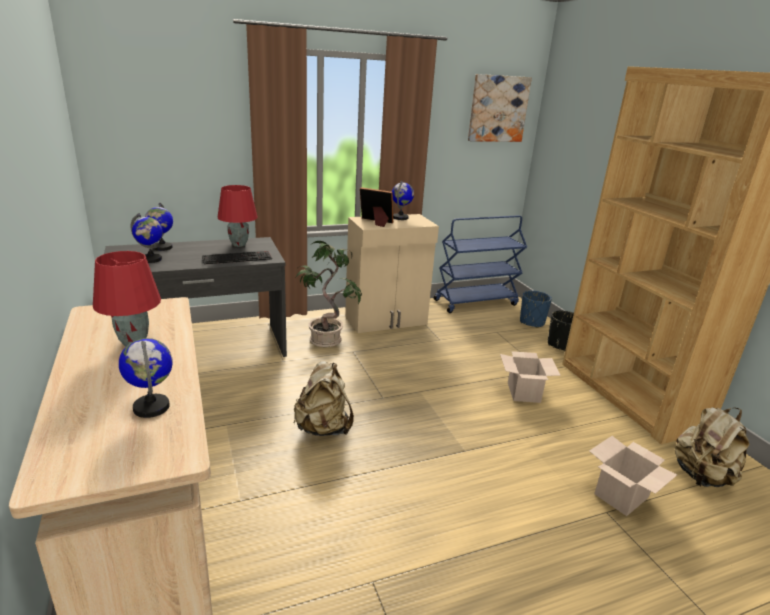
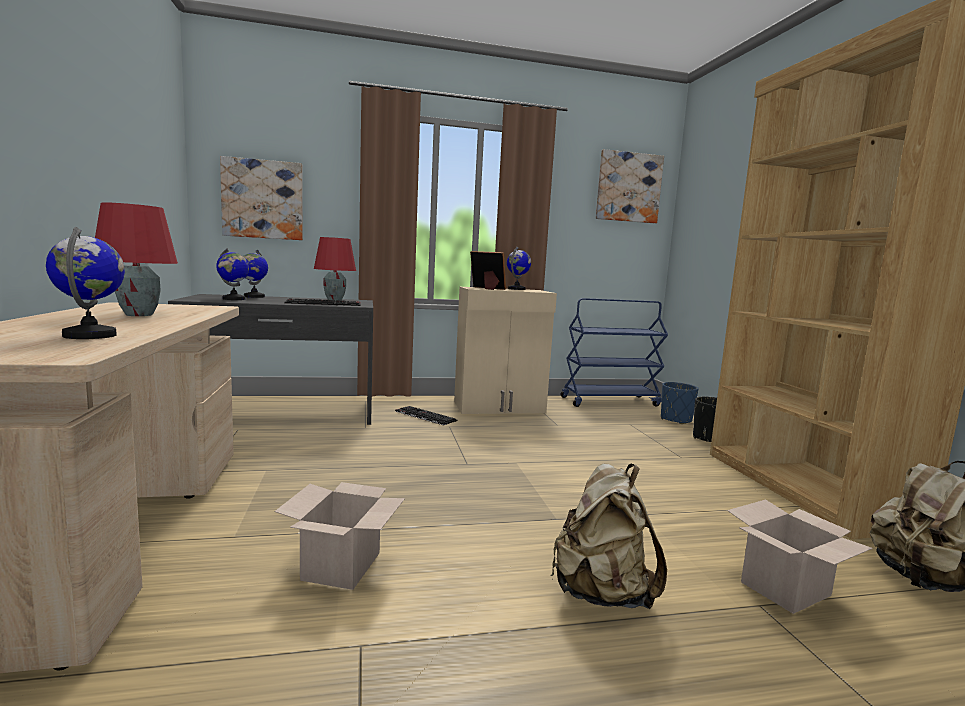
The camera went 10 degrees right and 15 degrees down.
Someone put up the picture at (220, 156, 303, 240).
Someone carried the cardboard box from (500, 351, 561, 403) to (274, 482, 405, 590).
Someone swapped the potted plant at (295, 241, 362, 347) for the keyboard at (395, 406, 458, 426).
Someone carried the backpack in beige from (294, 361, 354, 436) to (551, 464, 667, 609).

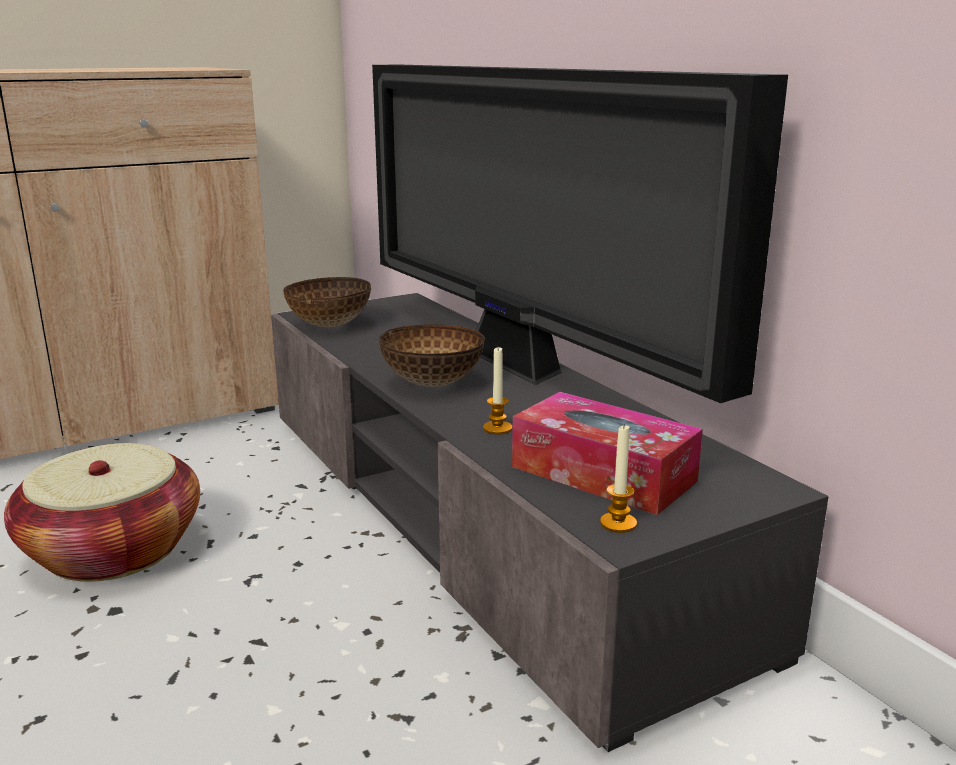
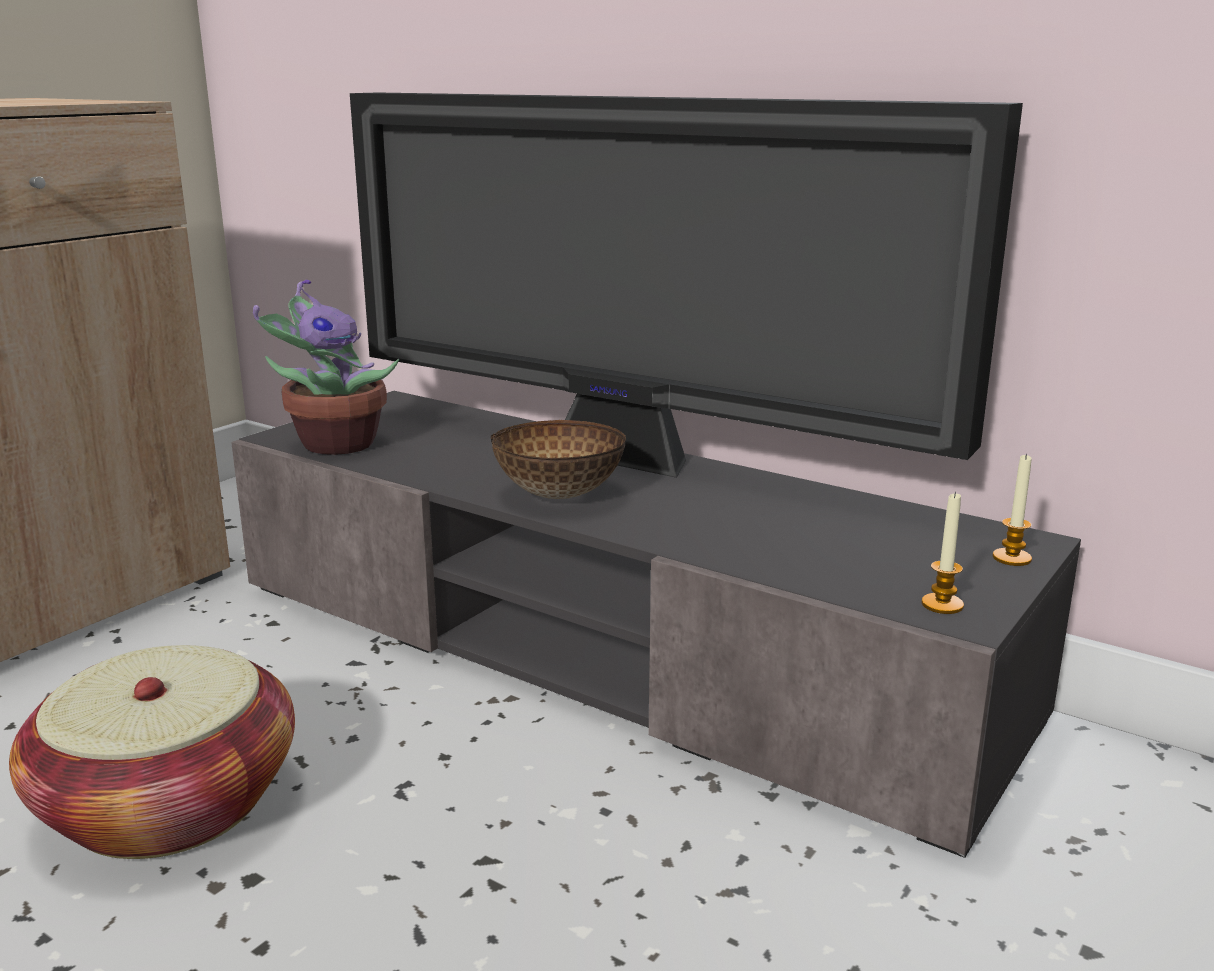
The camera went 25 degrees left and 0 degrees up.
Someone swapped the bowl at (283, 277, 371, 327) for the potted plant at (253, 280, 399, 455).
Someone carried the candle from (483, 347, 512, 435) to (993, 453, 1032, 566).
Someone took away the tissue box at (512, 392, 703, 515).

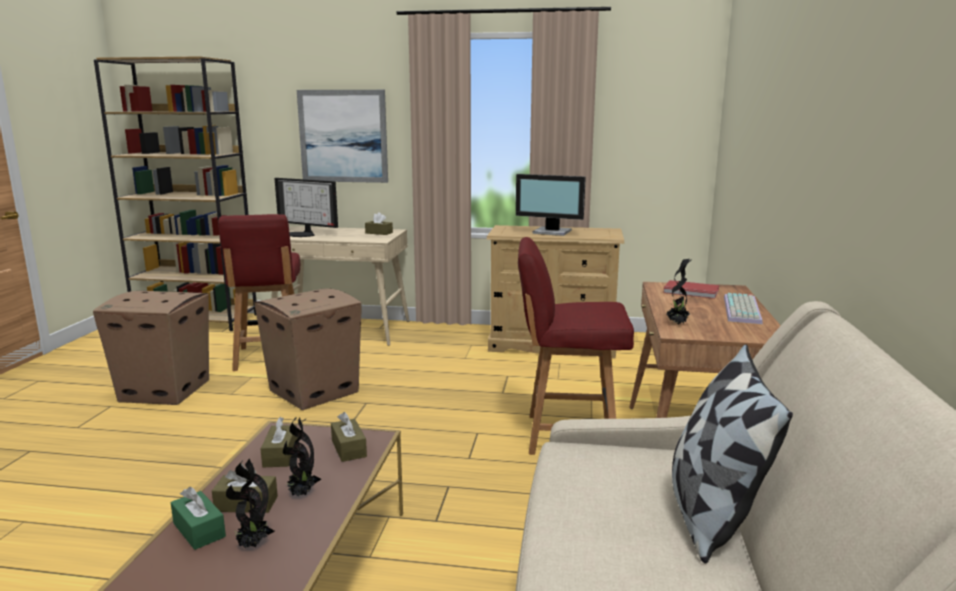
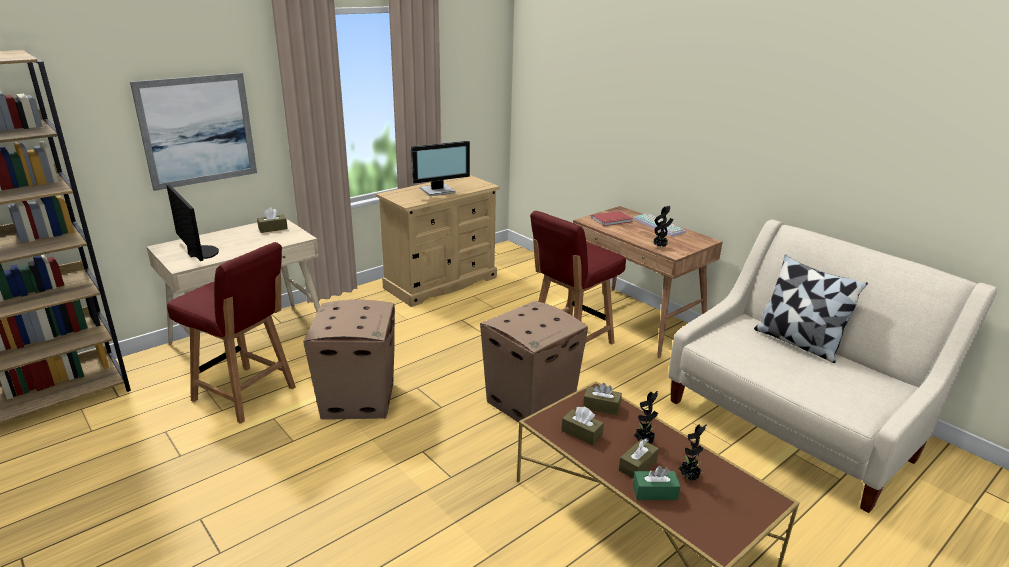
The camera went 50 degrees left and 10 degrees up.
Someone rotated the monitor at (275, 178, 338, 237) by 105 degrees counterclockwise.
Someone carried the cardboard box from (93, 291, 209, 405) to (480, 301, 588, 423).

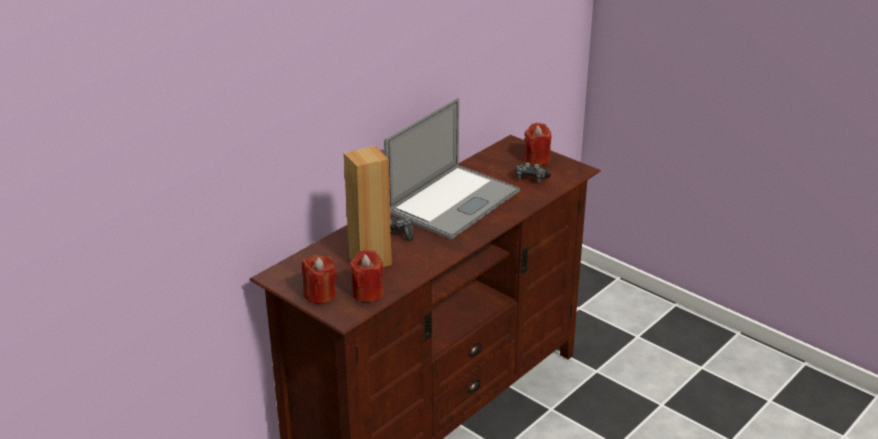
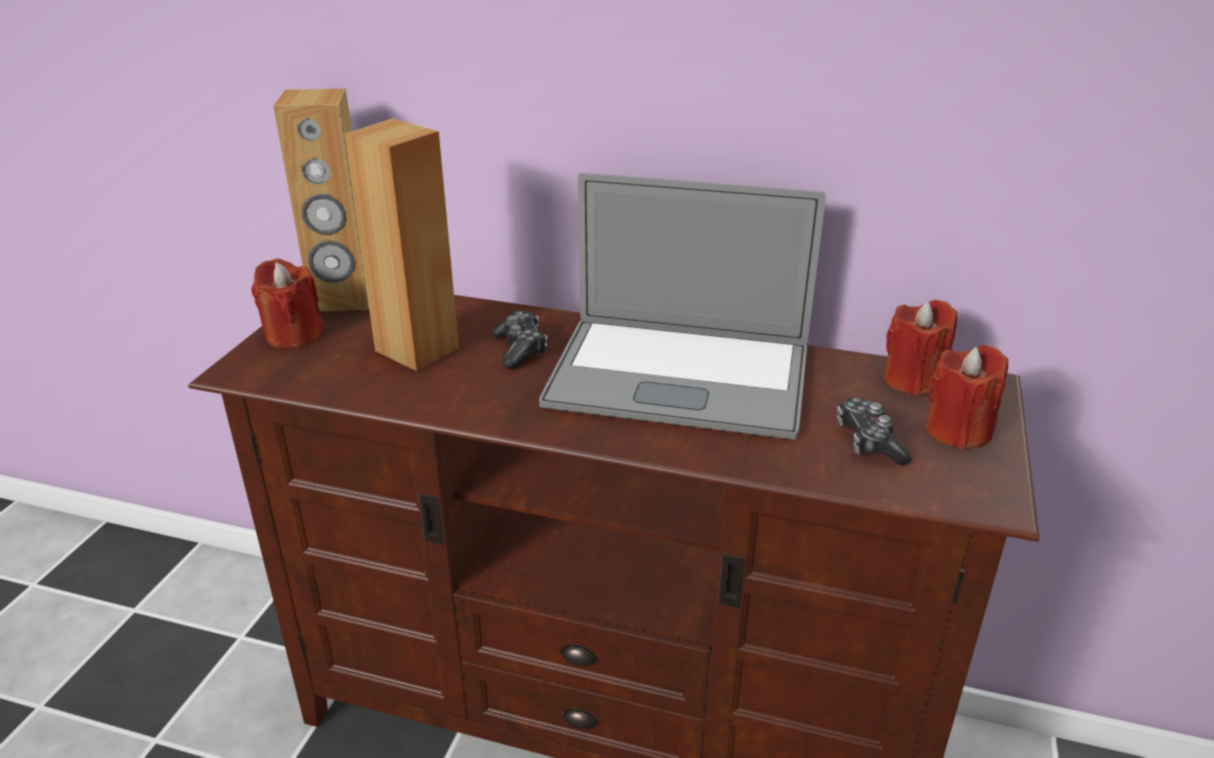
The camera went 65 degrees right and 0 degrees up.
Someone put down the speaker in brown at (273, 89, 369, 311).
Someone carried the candle in red from (350, 249, 384, 302) to (884, 300, 957, 396).

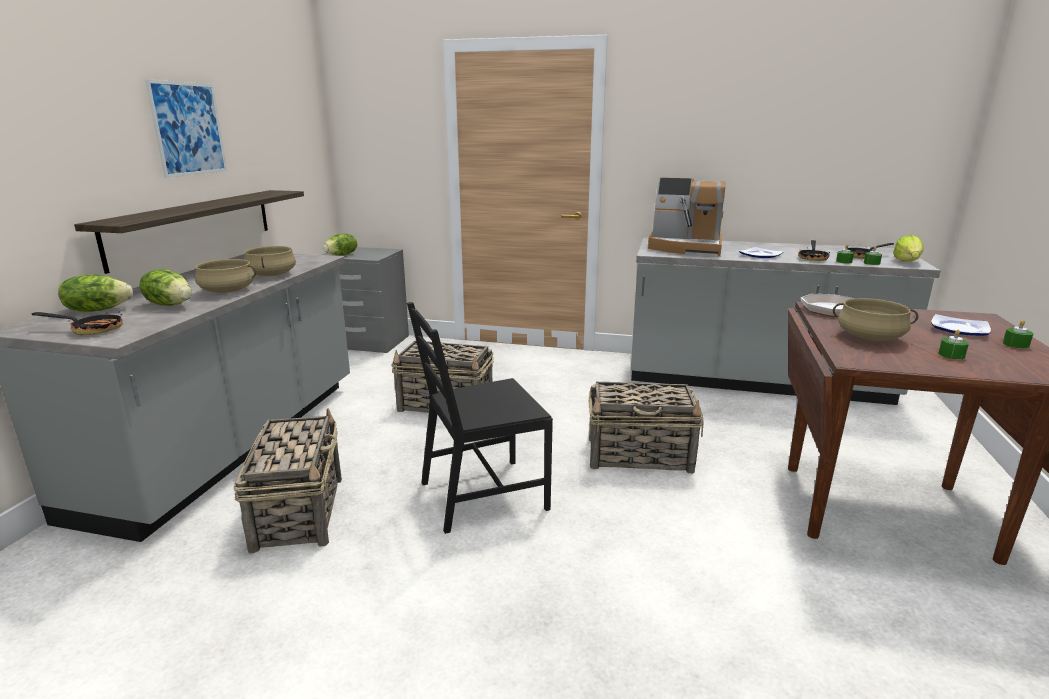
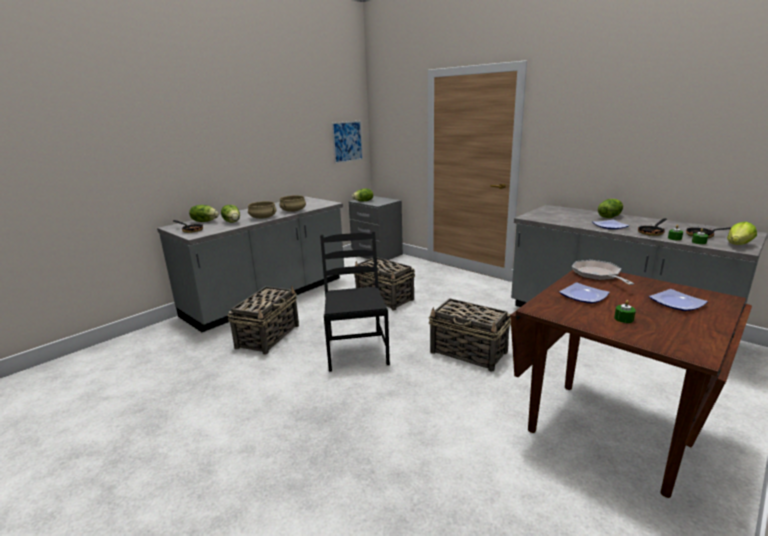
The camera went 30 degrees right and 0 degrees up.
Someone rotated the chair in black at (407, 302, 553, 534) by 75 degrees clockwise.
Someone carried the picture from (145, 79, 227, 178) to (332, 121, 363, 164).
Someone swapped the cooking pot in beige at (833, 298, 918, 341) for the plate at (559, 283, 610, 304).
Someone put down the lettuce at (598, 199, 623, 218).
Someone took away the shelf at (74, 190, 304, 274).
Someone took away the coffee machine at (648, 177, 725, 257).
Someone took away the candle in green at (1003, 320, 1033, 349).

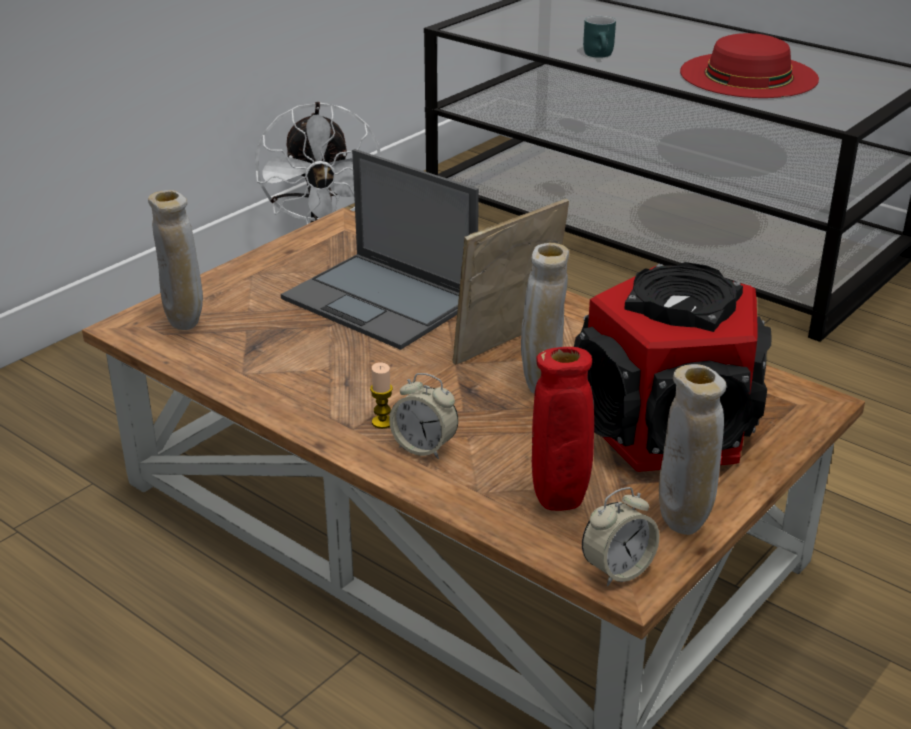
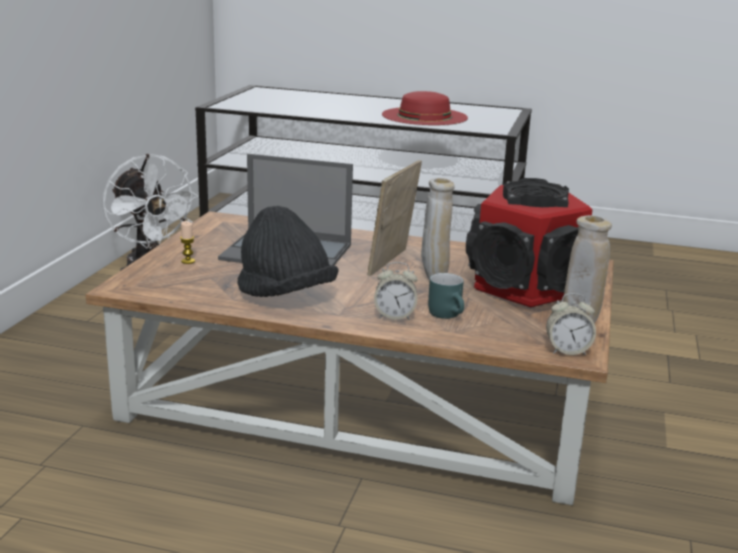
The camera went 25 degrees left and 10 degrees down.
Someone carried the candle from (370, 363, 393, 429) to (180, 221, 195, 264).
Someone put down the hat in black at (238, 206, 338, 297).
Someone carried the mug in turquoise from (583, 16, 616, 58) to (428, 273, 464, 319).
Someone rotated the alarm clock at (582, 487, 659, 587) by 60 degrees clockwise.
Someone took away the vase in beige at (148, 190, 203, 330).
Someone took away the vase in red at (532, 347, 594, 511).

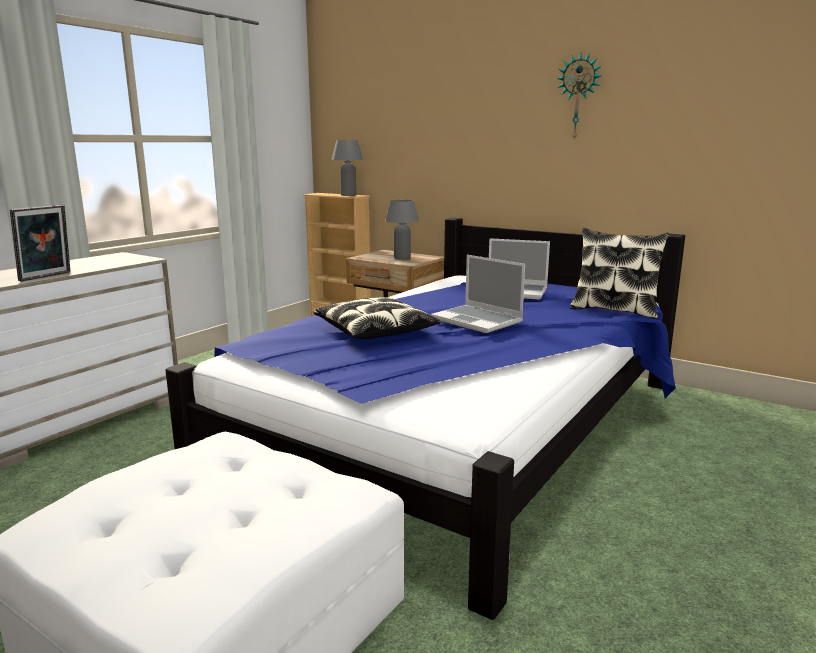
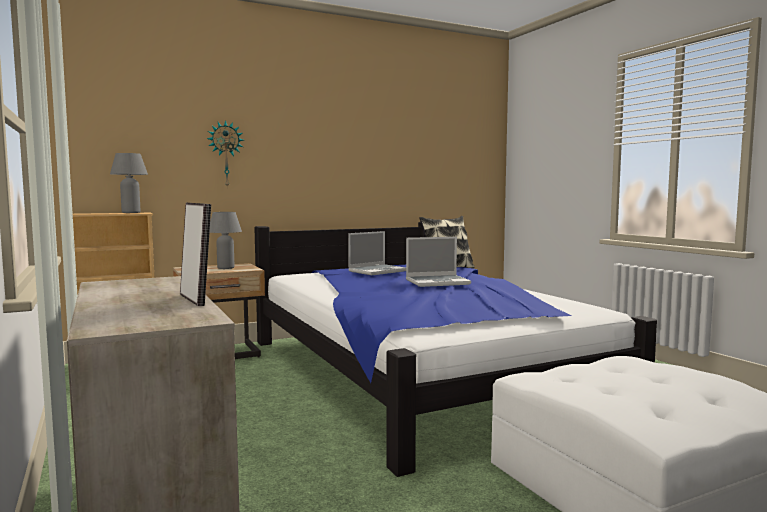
The camera went 60 degrees left and 10 degrees down.
Someone carried the wall clock from (557, 53, 601, 141) to (207, 120, 243, 188).
Someone took away the pillow at (314, 297, 440, 339).

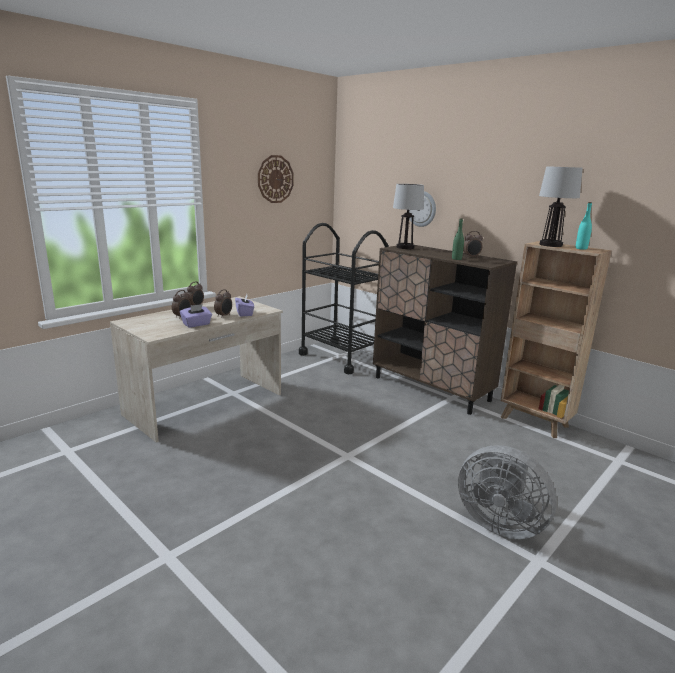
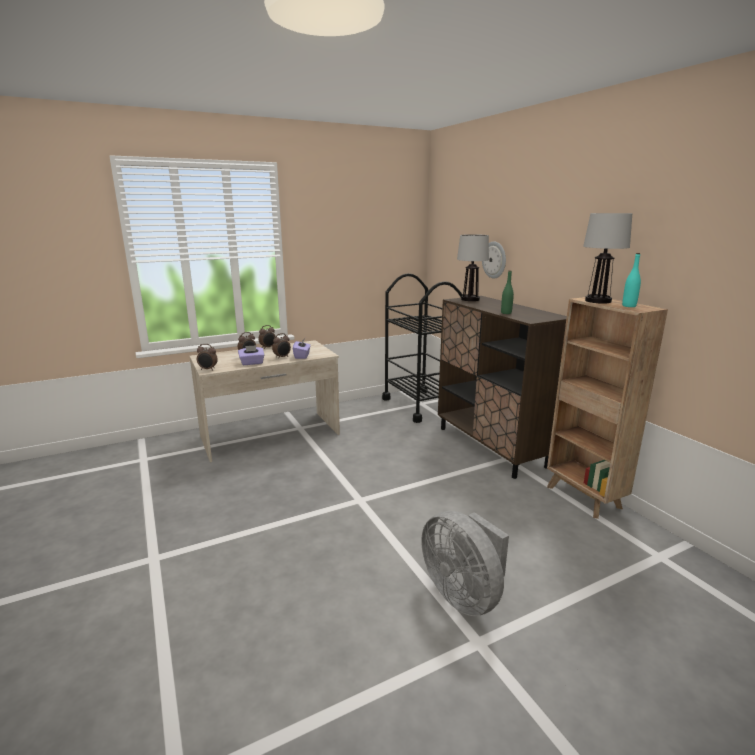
The camera went 20 degrees right and 0 degrees up.
Someone carried the alarm clock from (463, 231, 483, 258) to (197, 344, 218, 370).
Someone took away the wall clock at (258, 155, 294, 203).

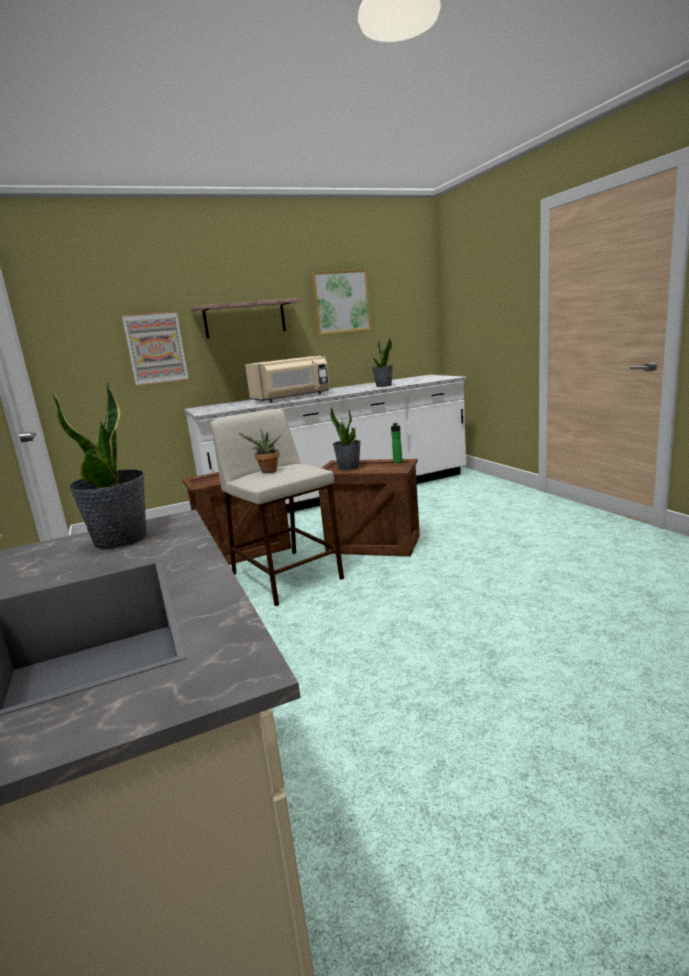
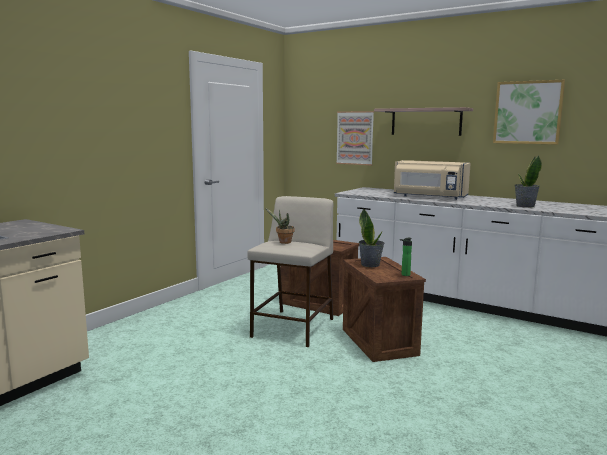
The camera went 55 degrees right and 5 degrees down.
Someone took away the potted plant at (52, 381, 147, 549).

